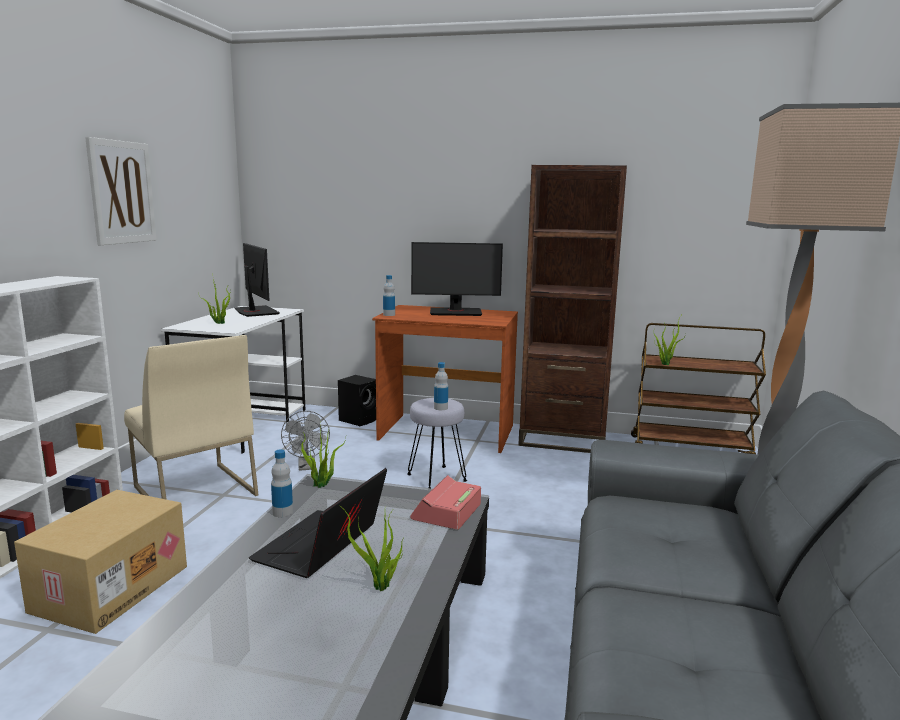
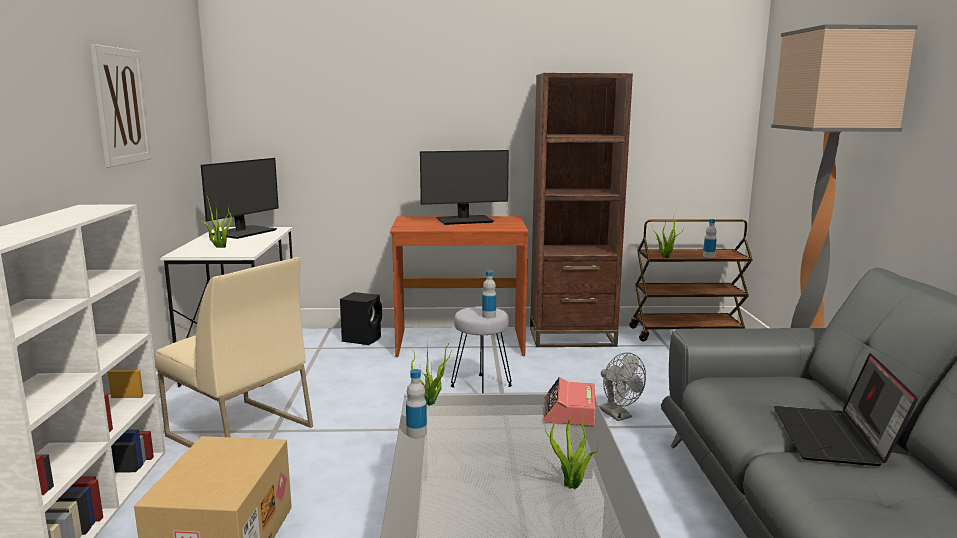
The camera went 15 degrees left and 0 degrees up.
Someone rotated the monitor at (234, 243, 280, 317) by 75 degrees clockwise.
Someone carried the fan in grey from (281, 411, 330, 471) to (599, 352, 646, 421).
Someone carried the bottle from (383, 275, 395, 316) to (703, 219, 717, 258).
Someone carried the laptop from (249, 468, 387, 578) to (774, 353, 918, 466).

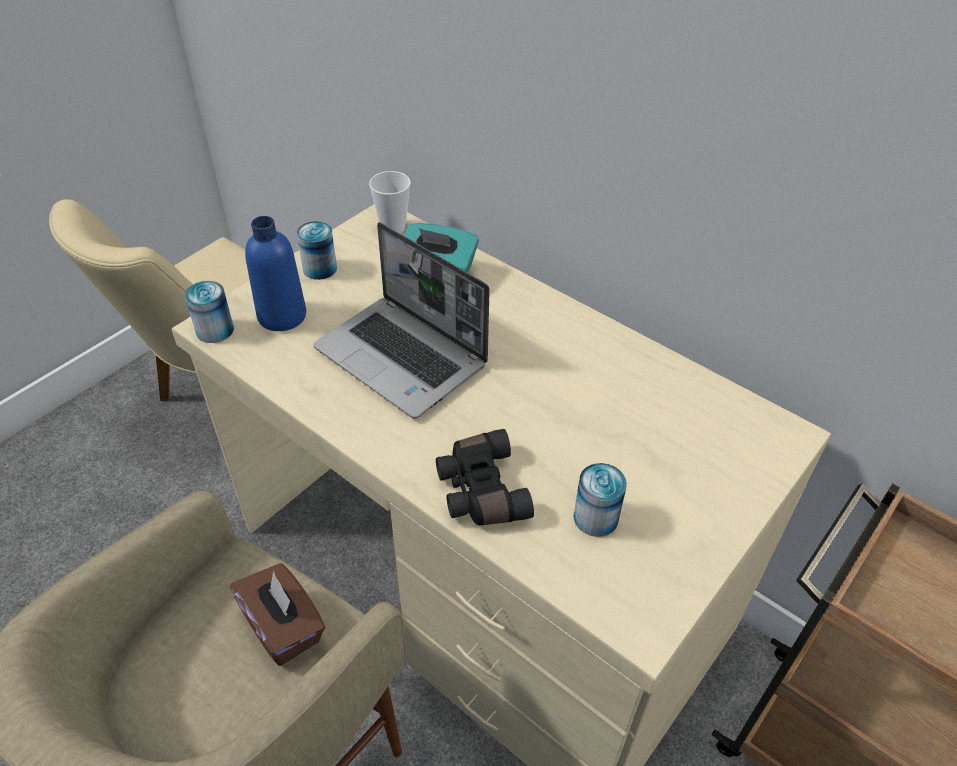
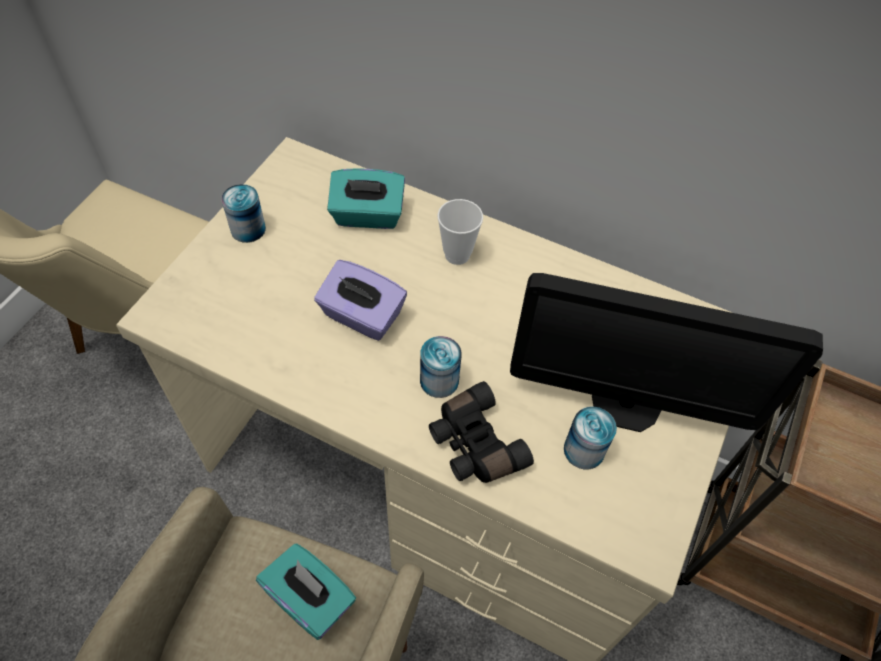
The camera went 15 degrees left and 10 degrees up.
Someone repainted the tissue box in brown at (230, 563, 326, 666), which became the tissue box in turquoise at (256, 544, 356, 640).
Someone swapped the laptop at (313, 222, 490, 418) for the tissue box in purple at (314, 260, 407, 341).
Someone carried the can from (185, 281, 234, 343) to (420, 336, 462, 398).
Someone carried the cup from (369, 171, 411, 234) to (437, 199, 483, 265).
Someone put down the monitor at (510, 273, 823, 432).
Someone took away the bottle in blue at (245, 216, 306, 331).

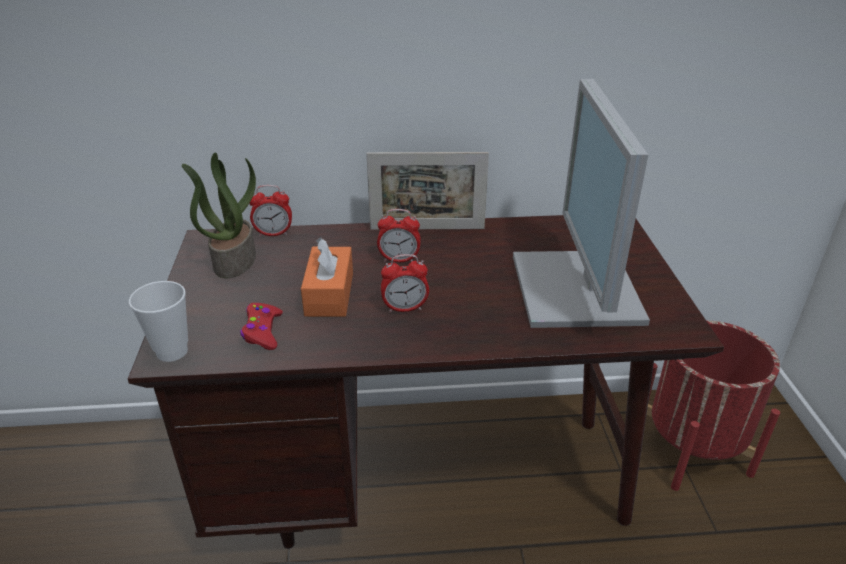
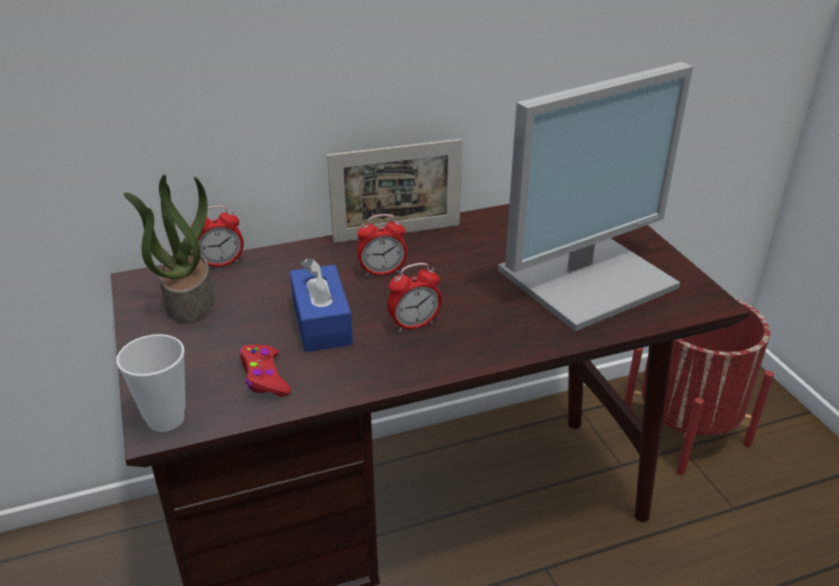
The camera went 15 degrees left and 0 degrees up.
Someone repainted the tissue box in orange at (301, 237, 353, 317), which became the tissue box in blue at (290, 258, 353, 352).
Someone rotated the monitor at (513, 79, 650, 328) by 105 degrees counterclockwise.

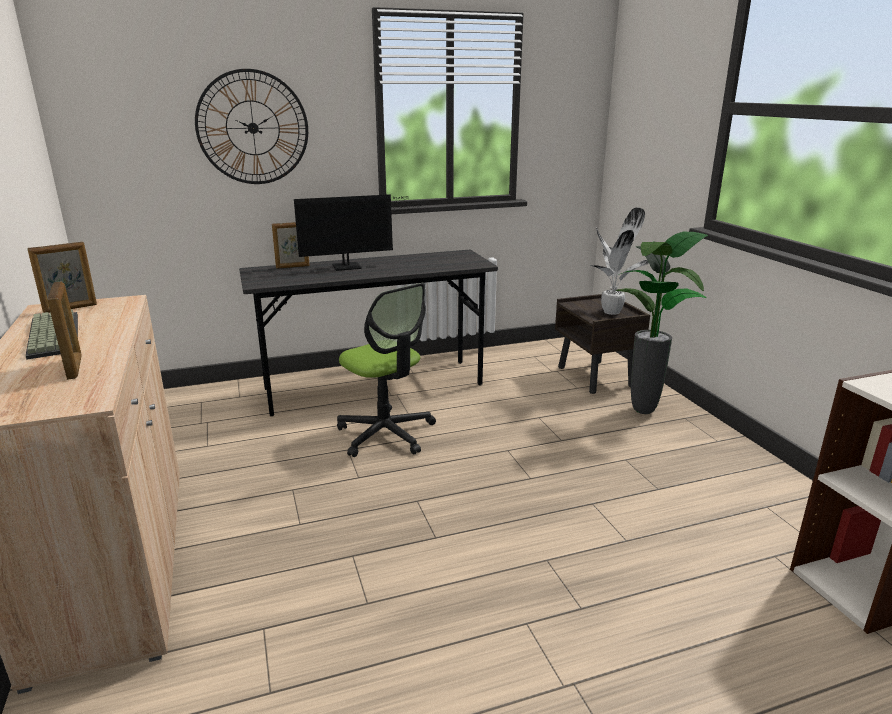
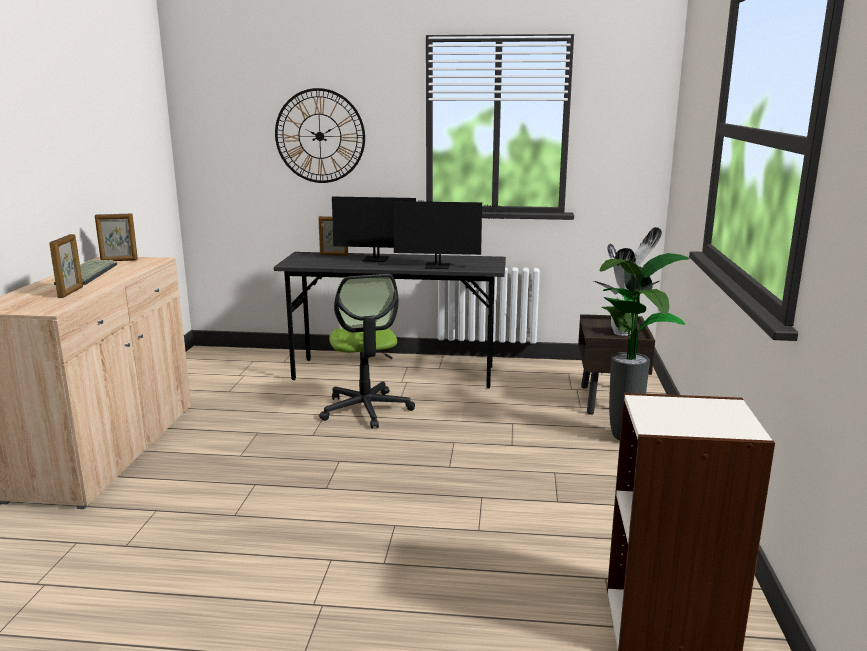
The camera went 25 degrees right and 5 degrees down.
Someone put down the monitor at (393, 201, 506, 269).

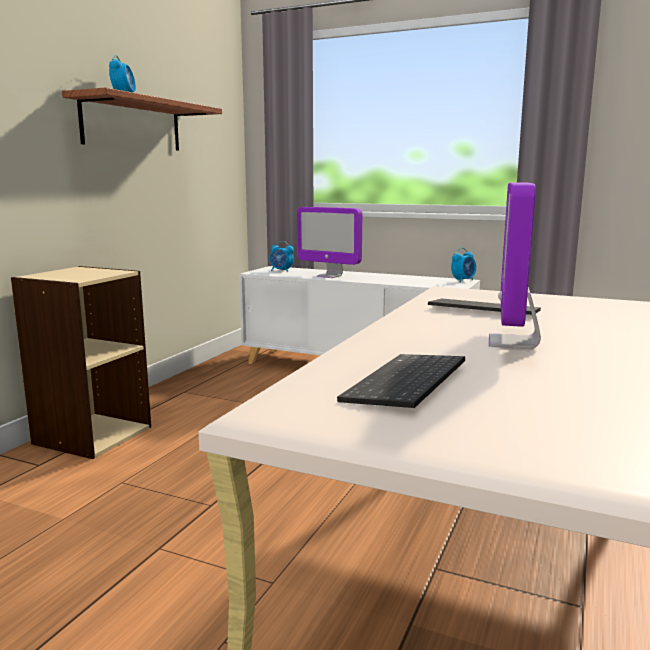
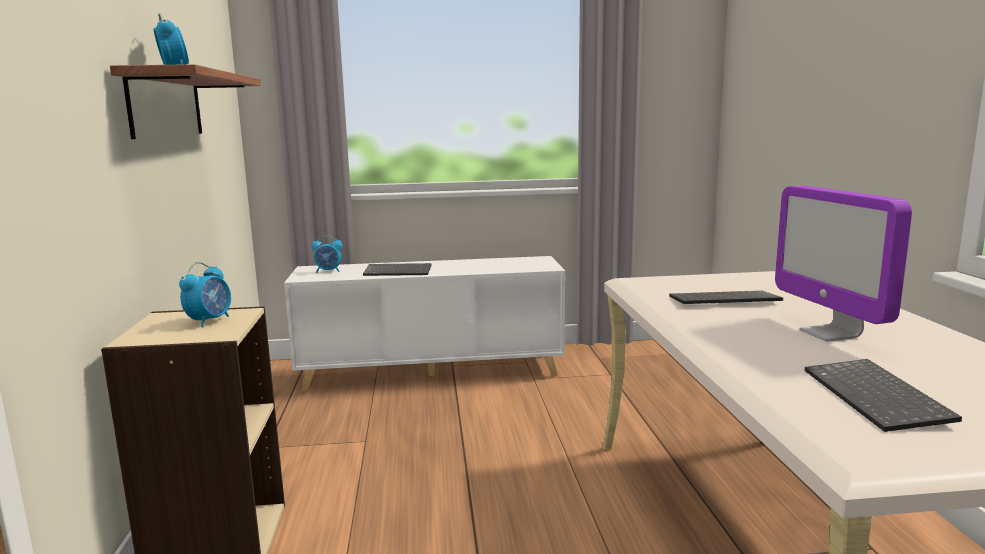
The camera went 30 degrees left and 0 degrees up.
Someone carried the alarm clock from (451, 248, 476, 282) to (179, 262, 231, 327).
Someone swapped the monitor at (297, 207, 362, 278) for the keyboard at (363, 263, 431, 276).

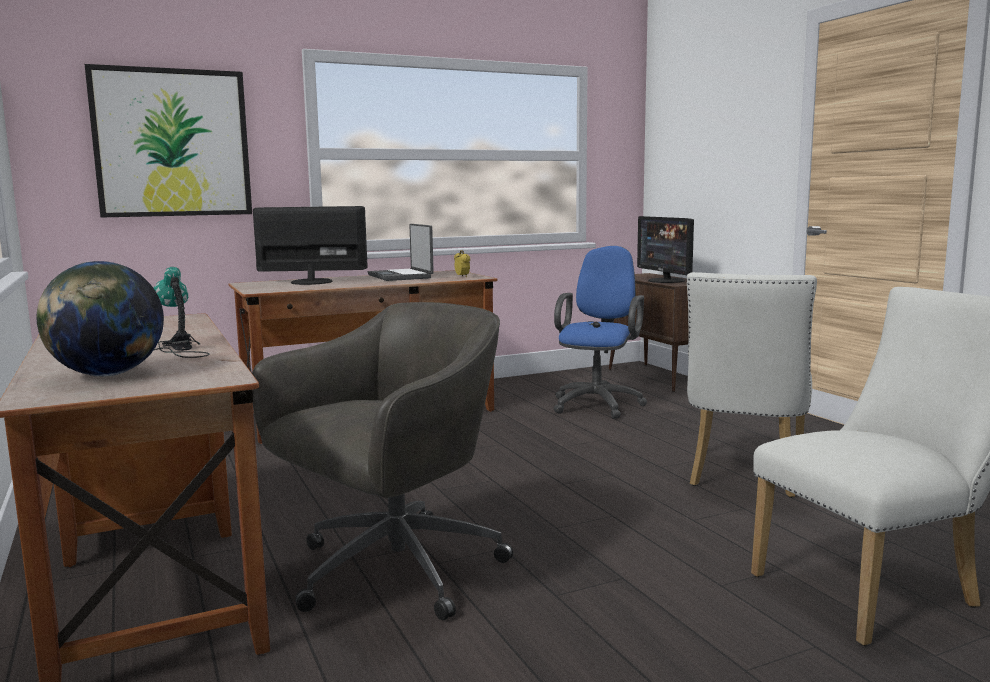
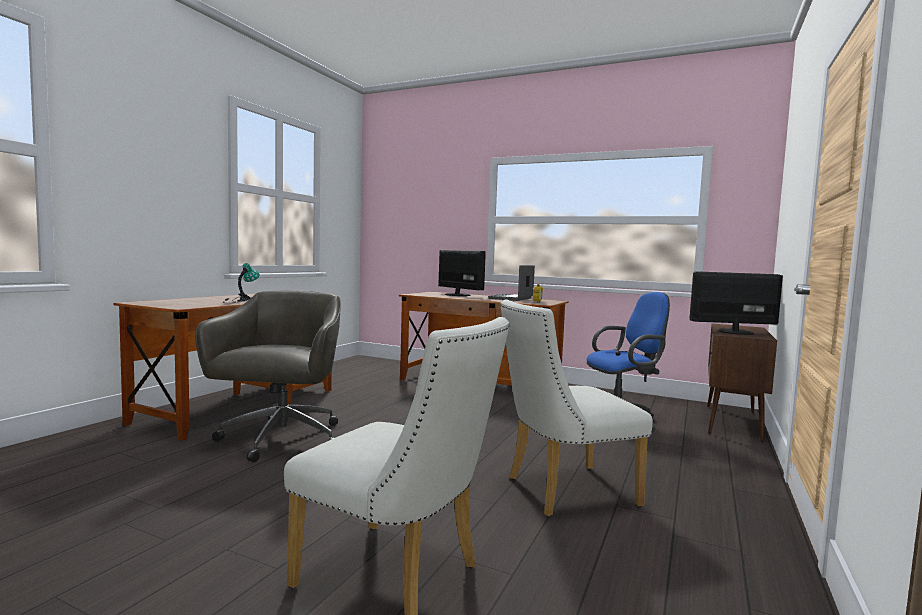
The camera went 50 degrees right and 5 degrees down.
Someone rotated the office chair in grey at (252, 302, 514, 620) by 90 degrees counterclockwise.
Someone rotated the monitor at (637, 216, 694, 283) by 60 degrees clockwise.
Someone took away the globe at (37, 261, 164, 377).
Someone took away the picture at (85, 64, 252, 218).

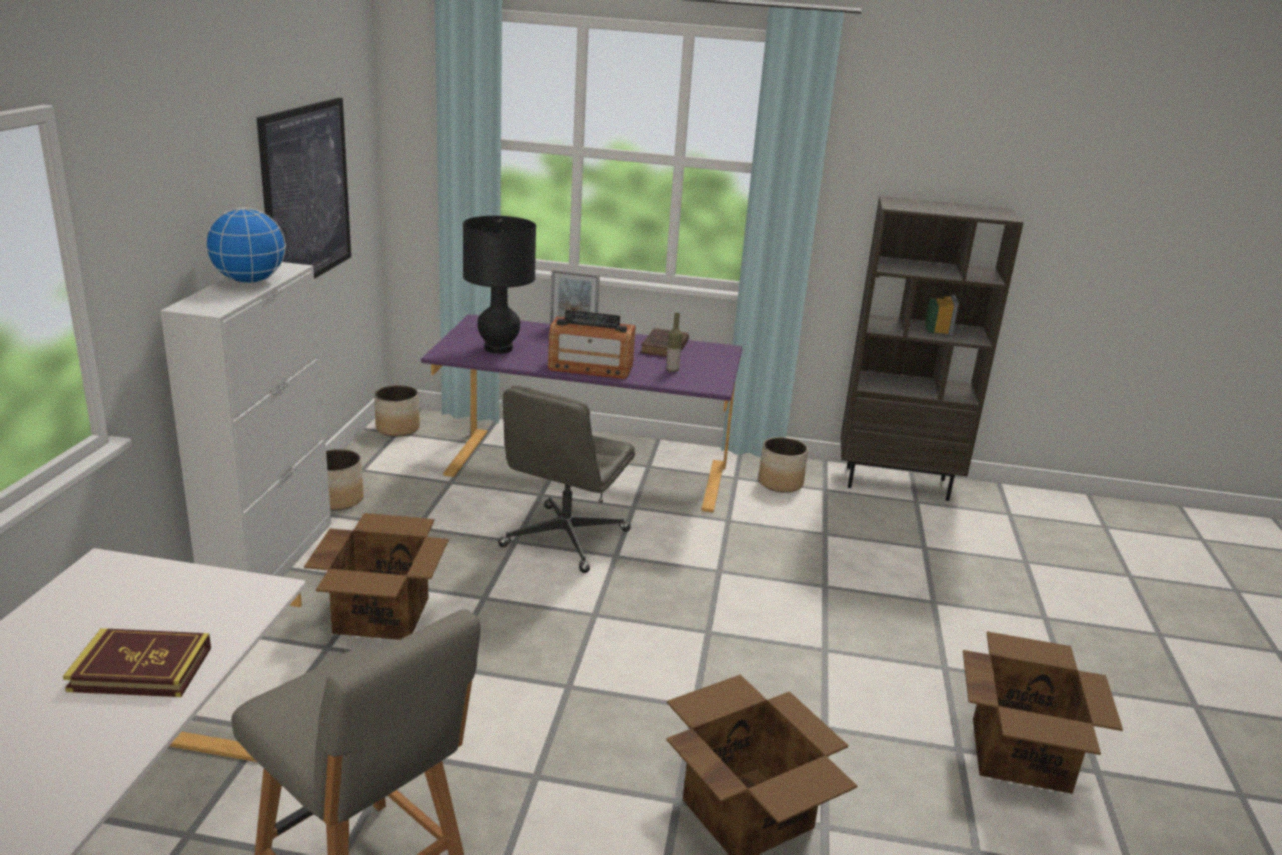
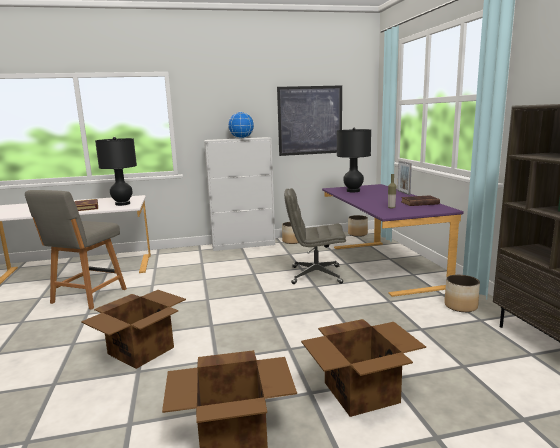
The camera went 70 degrees right and 10 degrees down.
Someone put down the table lamp in black at (95, 137, 137, 206).
Someone carried the cardboard box from (304, 513, 449, 640) to (301, 319, 426, 417).
Someone took away the radio at (548, 310, 636, 379).

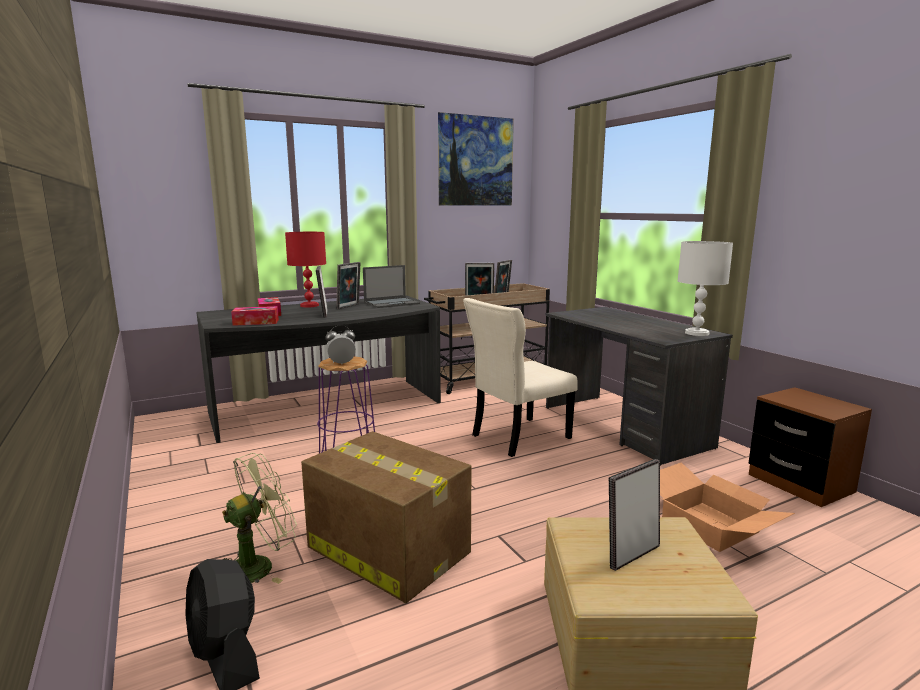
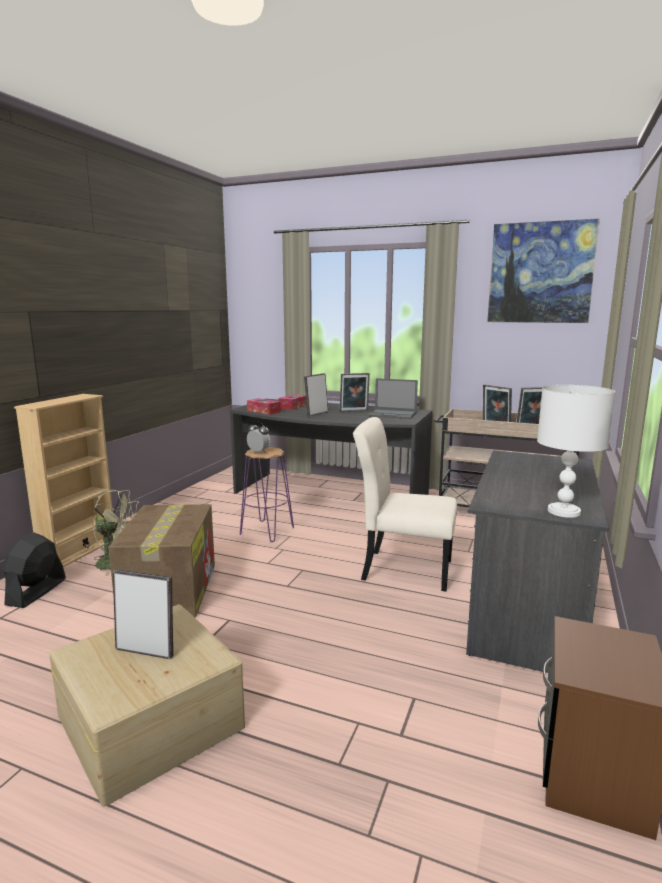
The camera went 50 degrees right and 0 degrees up.
Someone put down the bookcase in beige at (14, 394, 115, 567).
Someone took away the table lamp in red at (285, 232, 326, 307).
Someone took away the cardboard box at (660, 462, 795, 552).

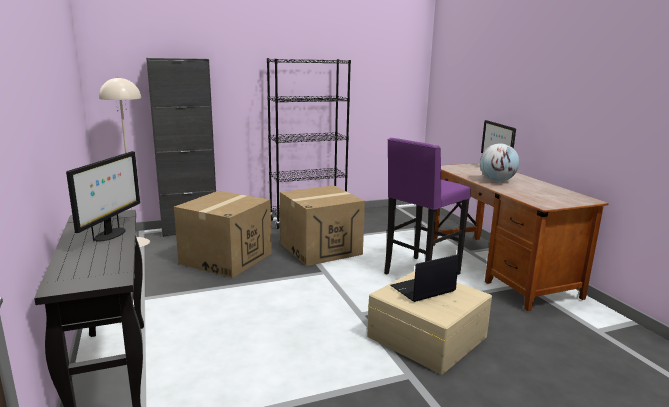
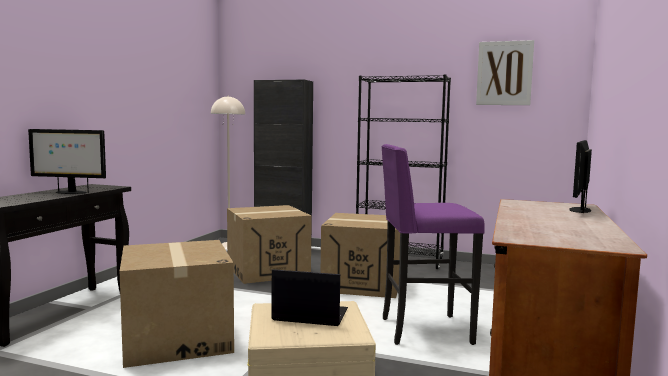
The camera went 40 degrees right and 10 degrees down.
Someone rotated the monitor at (66, 151, 140, 242) by 45 degrees clockwise.
Someone put down the cardboard box at (120, 240, 234, 368).
Someone put up the picture at (476, 40, 534, 105).
Someone took away the globe at (480, 144, 520, 182).

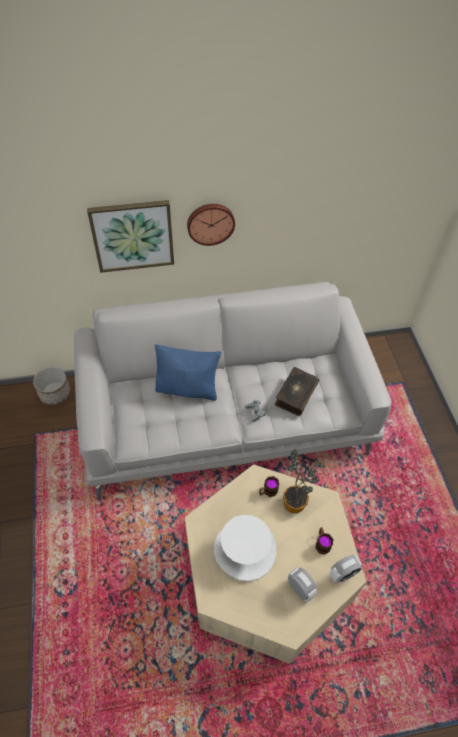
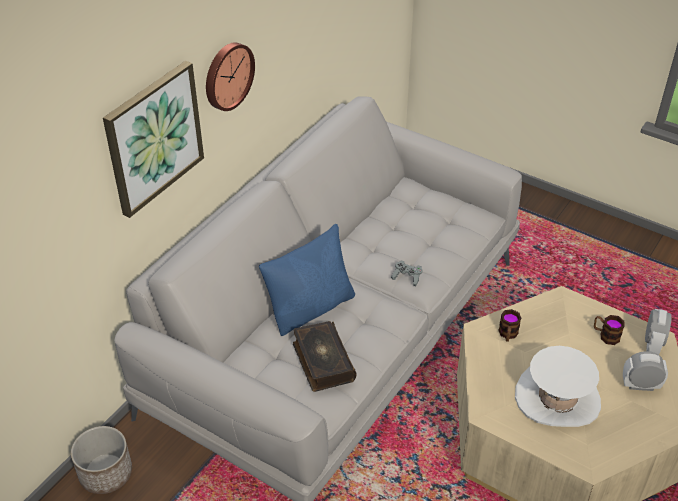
The camera went 45 degrees left and 10 degrees down.
Someone carried the book from (275, 367, 319, 416) to (293, 321, 357, 392).
Someone took away the potted plant at (283, 450, 325, 513).

